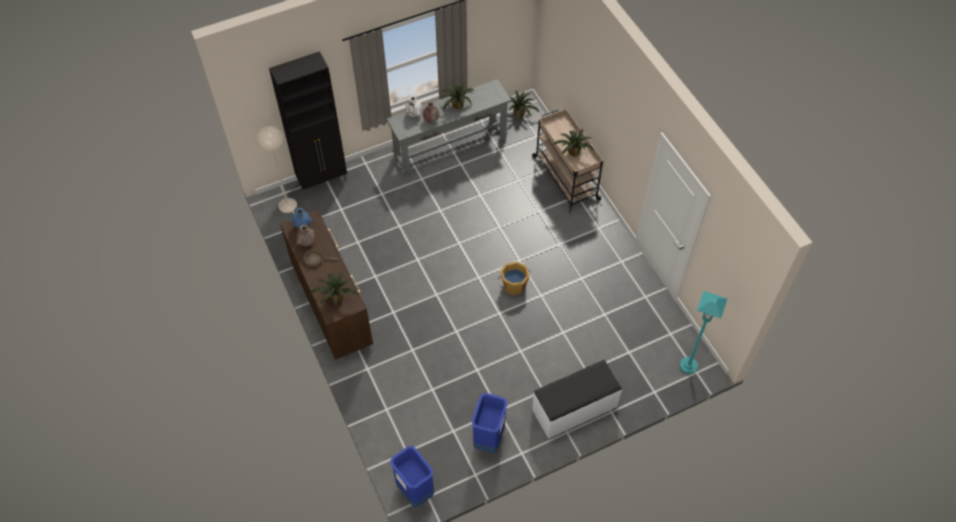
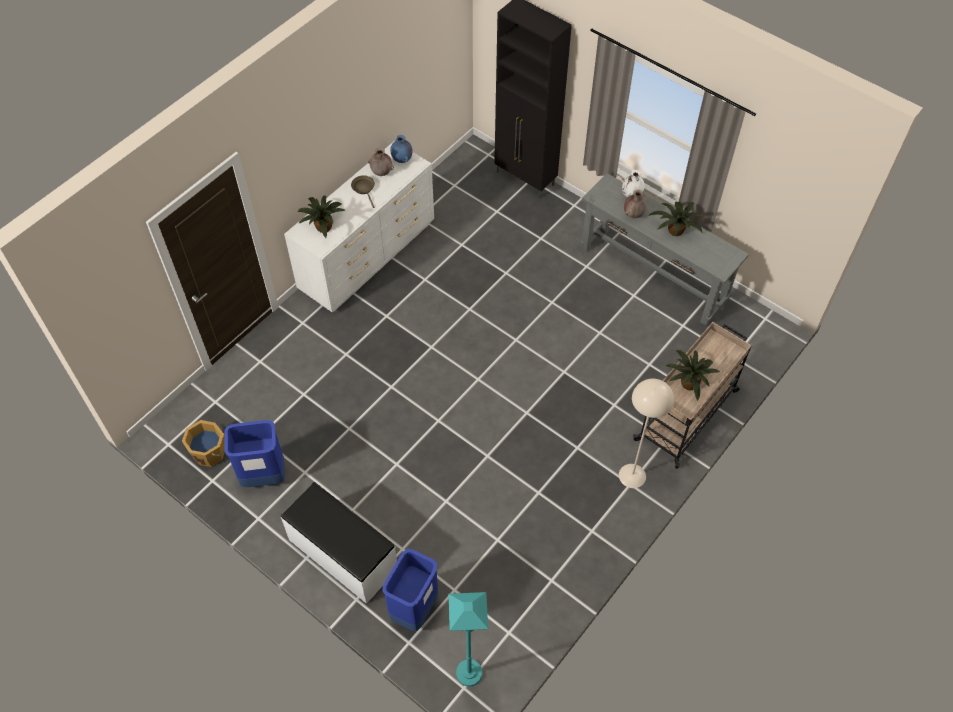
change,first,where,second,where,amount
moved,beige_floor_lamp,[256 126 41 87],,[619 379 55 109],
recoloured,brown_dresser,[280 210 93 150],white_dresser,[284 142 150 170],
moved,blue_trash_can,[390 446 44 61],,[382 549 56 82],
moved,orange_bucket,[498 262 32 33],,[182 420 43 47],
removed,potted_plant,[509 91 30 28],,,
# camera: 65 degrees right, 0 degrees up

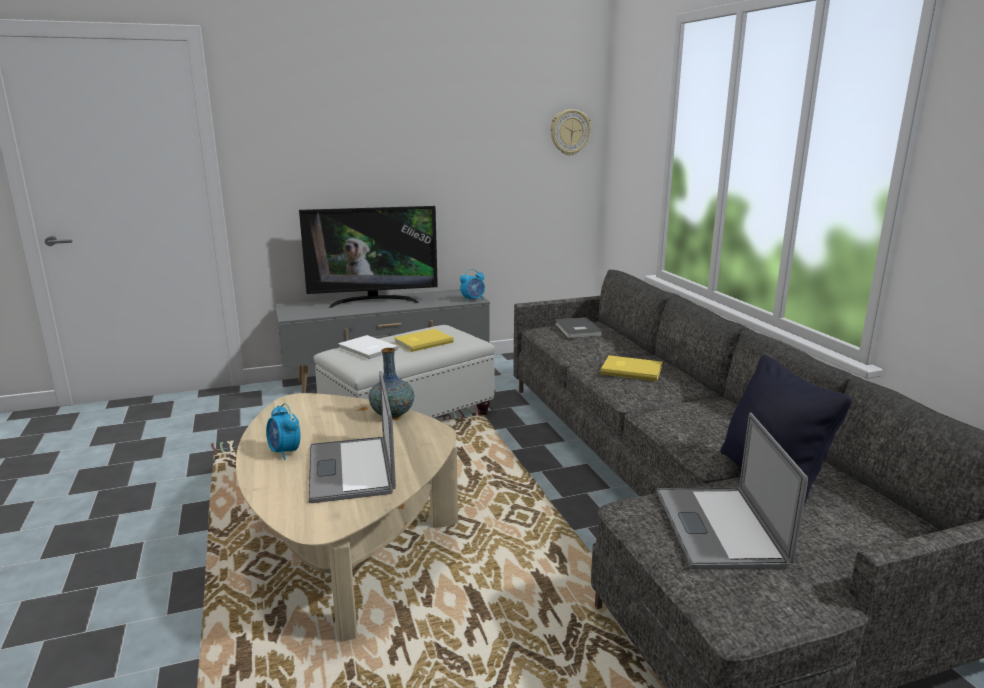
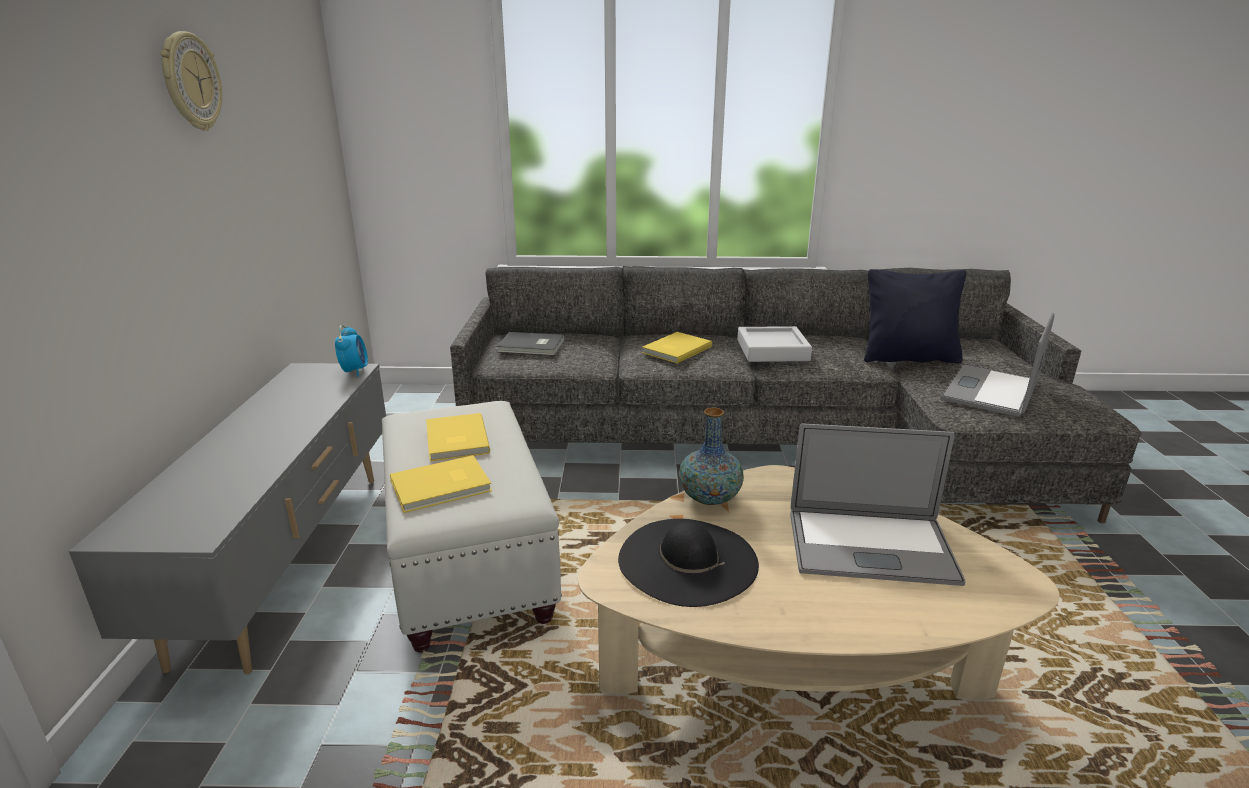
change,first,where,second,where,amount
removed,alarm_clock,[266 403 35 57],,,
removed,television,[299 206 139 102],,,
recoloured,white_book,[338 335 60 25],yellow_book,[390 455 102 58],
moved,wall_clock,[550 109 41 47],,[160 31 62 100],
turned,laptop,[657 412 151 157],,[941 313 113 104],105 degrees clockwise
added,,,black_hat,[618 519 141 88],
added,,,grey_tray,[737 326 75 36],
# camera: 70 degrees left, 5 degrees up

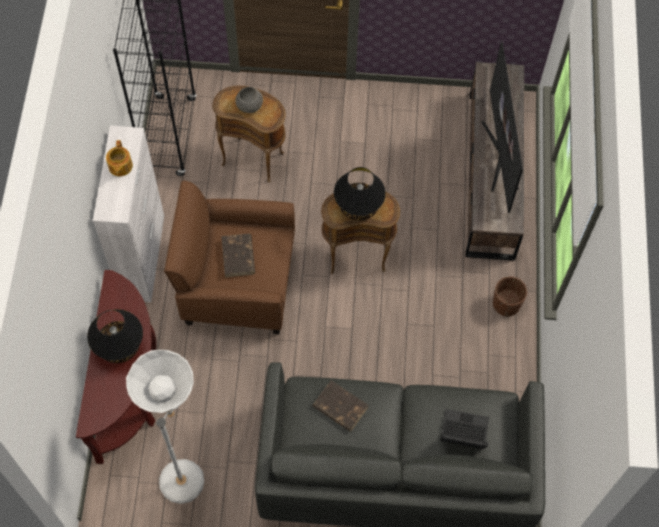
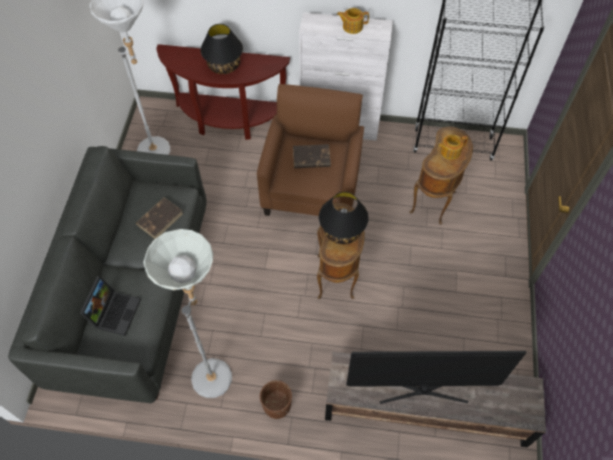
change,first,where,second,where,amount
replaced,grey_bowl,[235 87 28 26],teapot,[438 135 30 25],
added,,,grey_floor_lamp,[143 229 89 169],
# camera: 95 degrees right, 5 degrees down

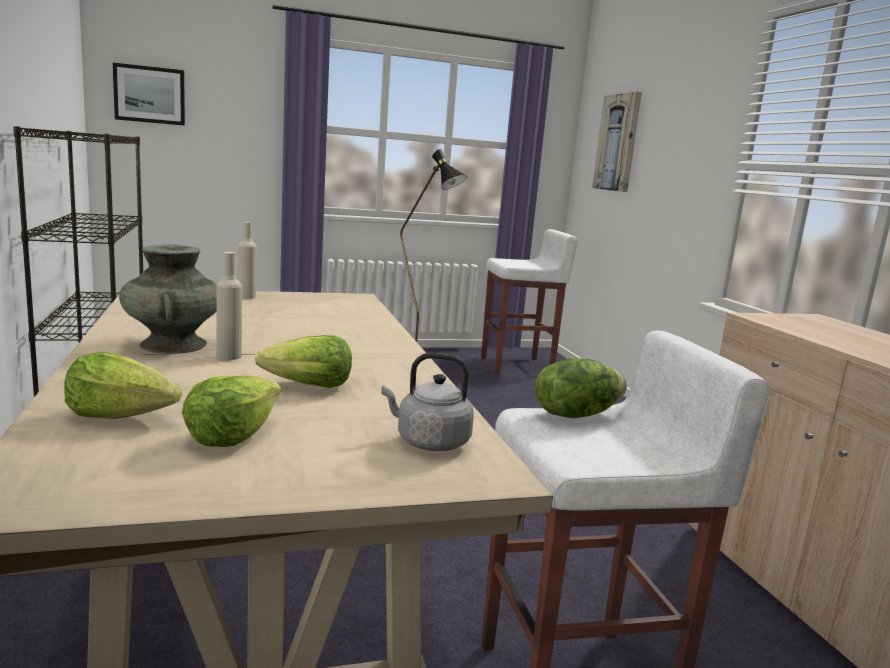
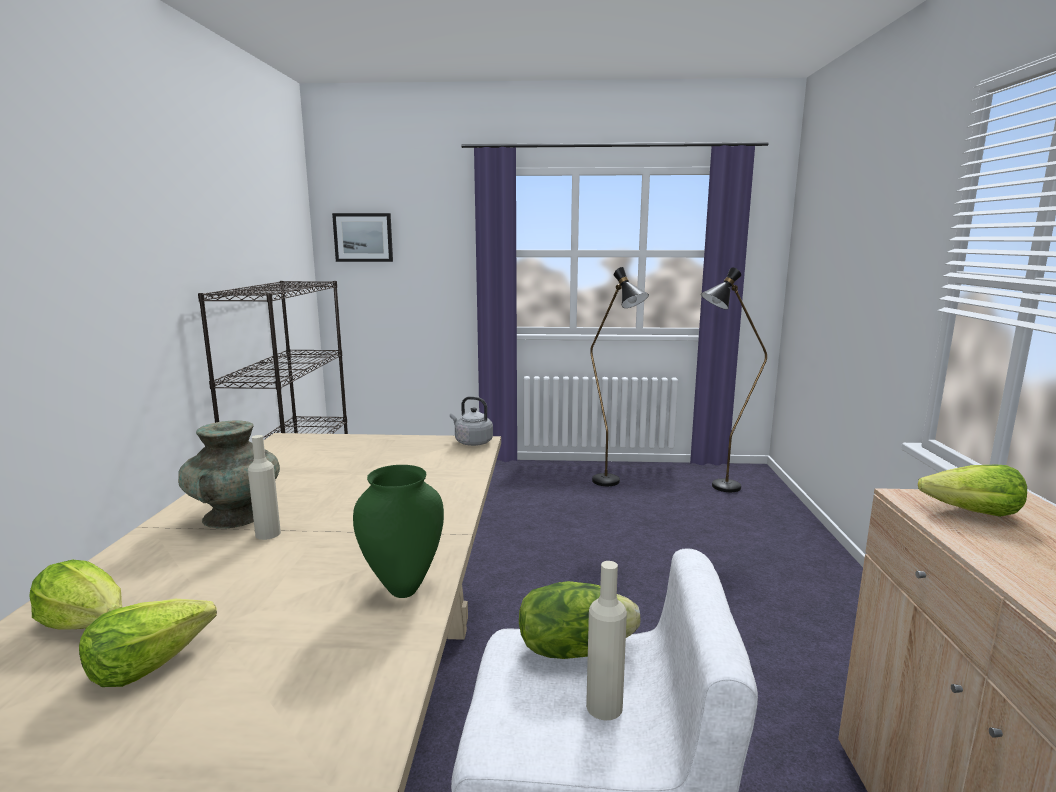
change,first,where,second,where,amount
moved,beige_bottle,[238 222 18 77],,[586 561 41 159],
moved,lettuce,[255 335 97 53],,[918 465 109 52],
moved,grey_kettle,[381 353 93 98],,[450 397 43 49],
replaced,white_stool,[481 229 97 145],black_floor_lamp,[701 267 66 225],
removed,picture,[592 91 50 101],,,
added,,,green_vase,[353 465 91 133],
# camera: 20 degrees right, 0 degrees up

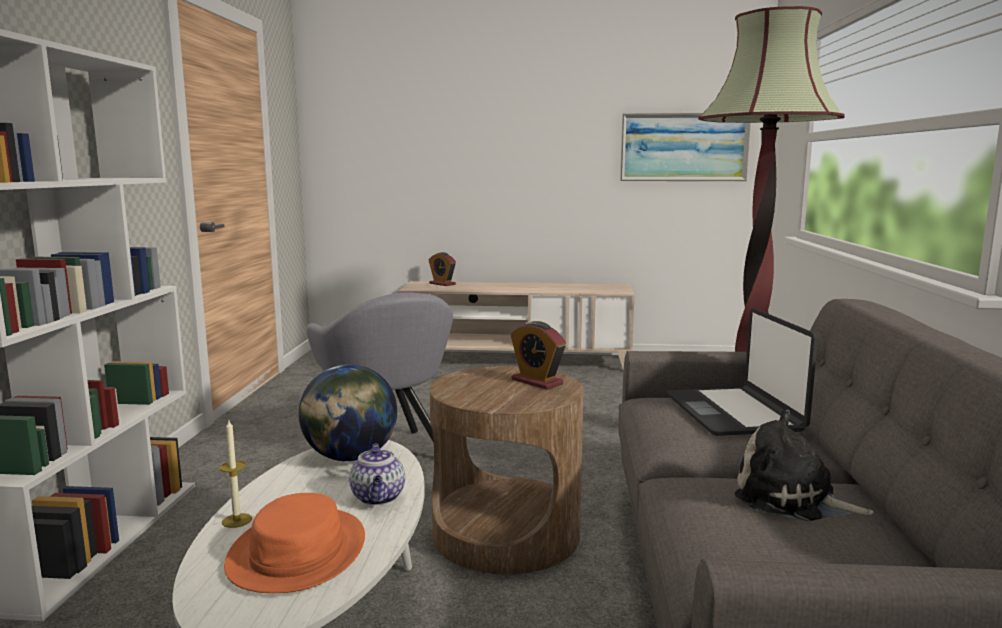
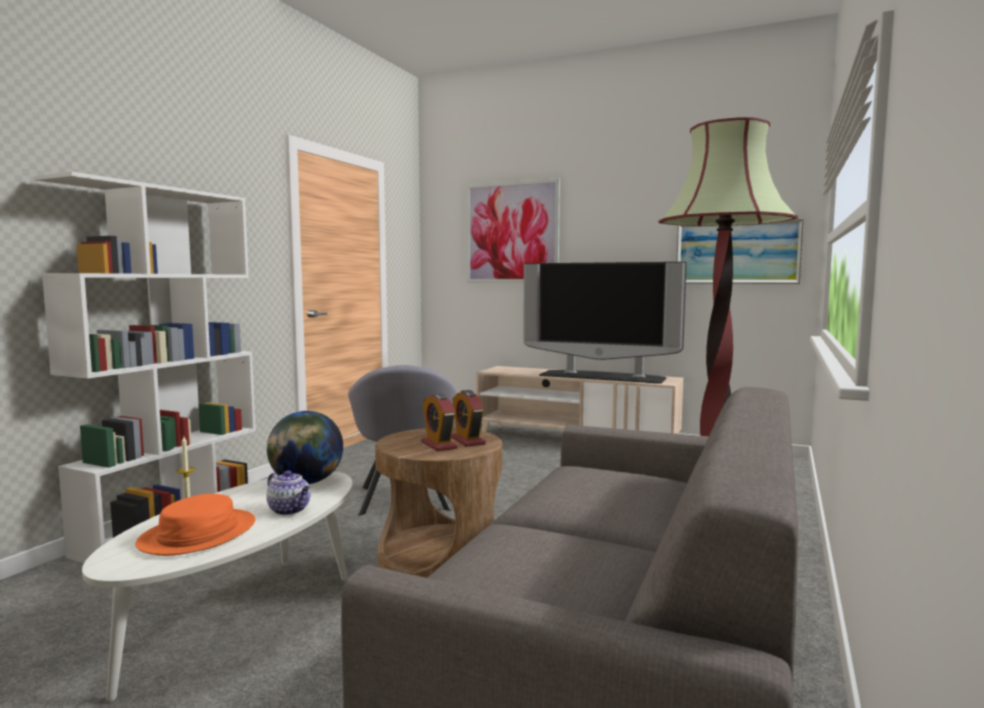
change,first,where,second,where,amount
turned,teapot,[349 443 56 62],,[266 470 45 45],60 degrees counterclockwise
moved,alarm_clock,[429 252 27 34],,[421 393 37 58],
removed,laptop,[667 308 151 128],,,
removed,plush_toy,[734 410 140 111],,,
added,,,picture,[466 178 94 105],
added,,,television,[523 262 164 122],
# camera: 20 degrees right, 5 degrees down

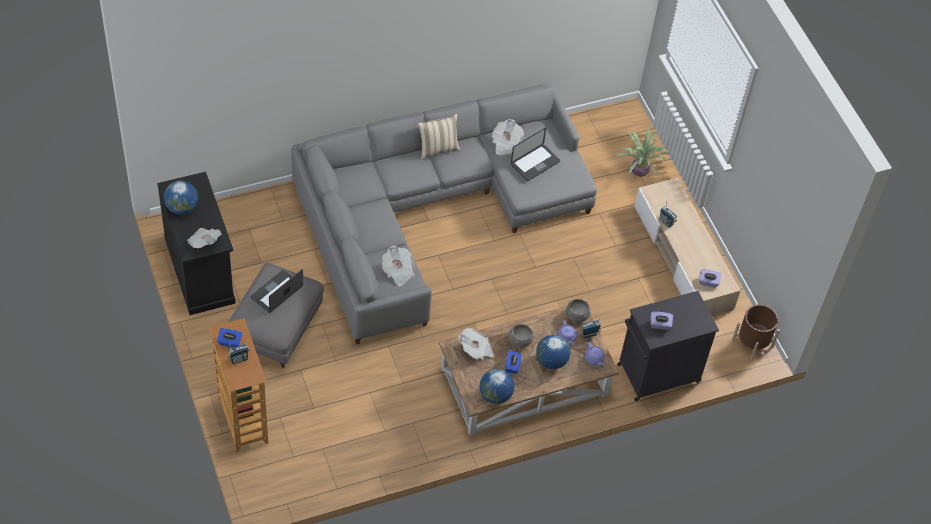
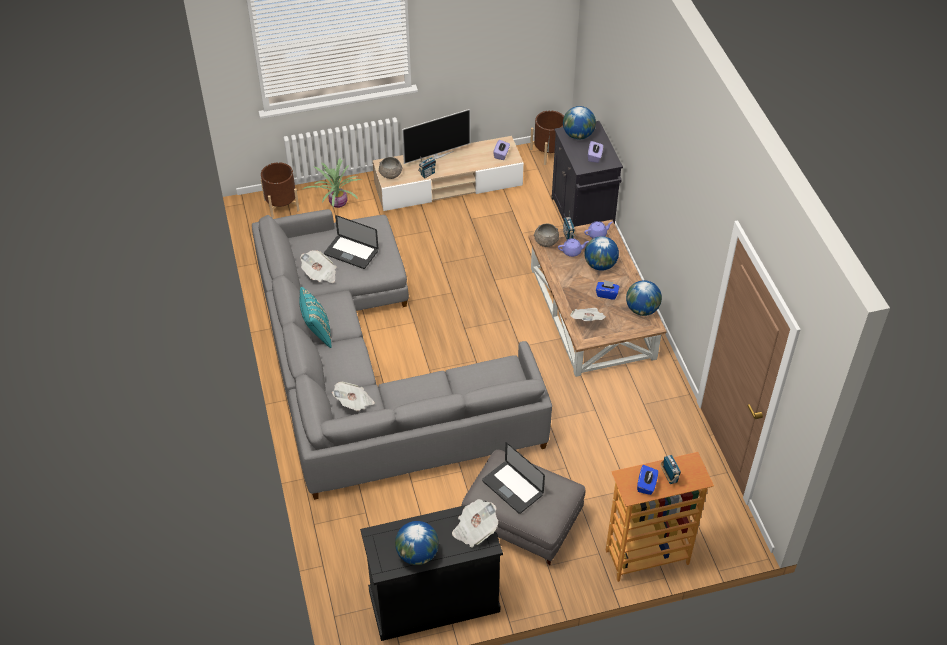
change,first,where,second,where,amount
moved,newspaper,[382 246 33 40],,[332 382 43 29],
recoloured,beige_pillow,[418 113 42 47],turquoise_pillow,[299 287 32 61],
moved,grey_bowl,[508 324 25 24],,[378 157 25 22],
turned,laptop,[511 128 49 53],,[324 215 54 54],150 degrees clockwise
added,,,brown_planter,[261 162 39 56],
added,,,television,[402 109 68 55],
added,,,globe,[563 106 33 34],
# camera: 80 degrees left, 5 degrees down

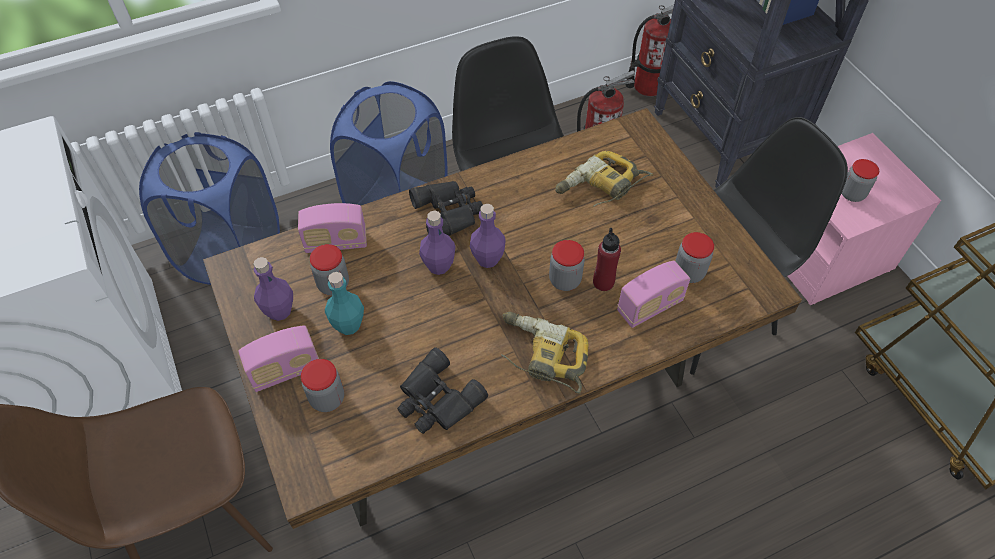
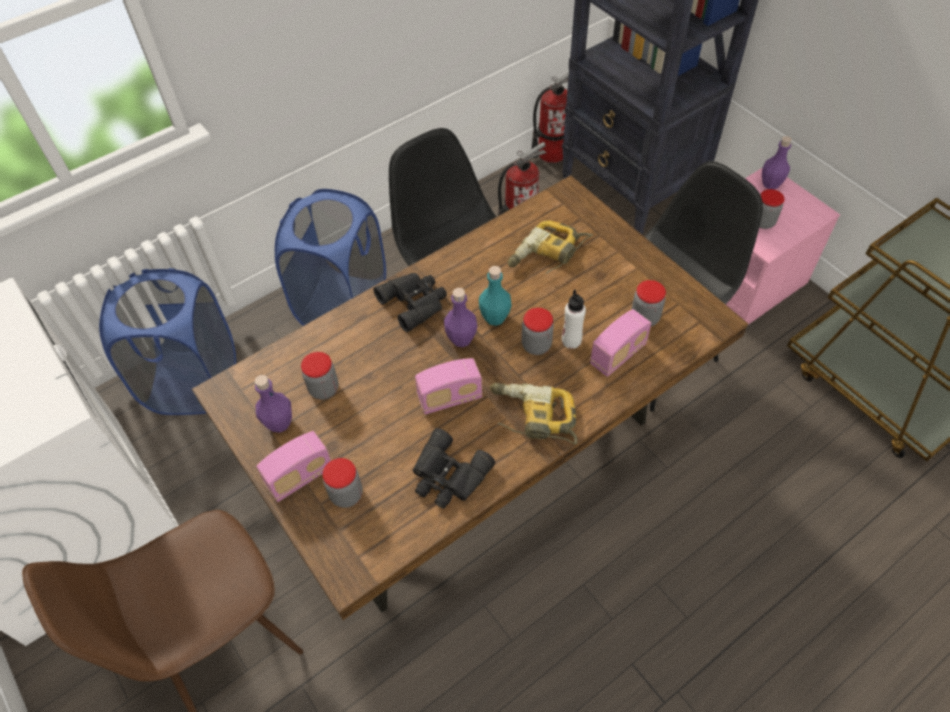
change,first,where,second,where,amount
moved,radio,[298 203 69 50],,[415 358 68 57],
moved,turquoise_bottle,[325 272 39 63],,[479 266 33 60],
moved,purple_bottle,[419 211 36 64],,[762 136 30 53],
recoloured,red_bottle,[593 228 28 63],white_bottle,[562 290 24 59],
# camera: 10 degrees left, 0 degrees up

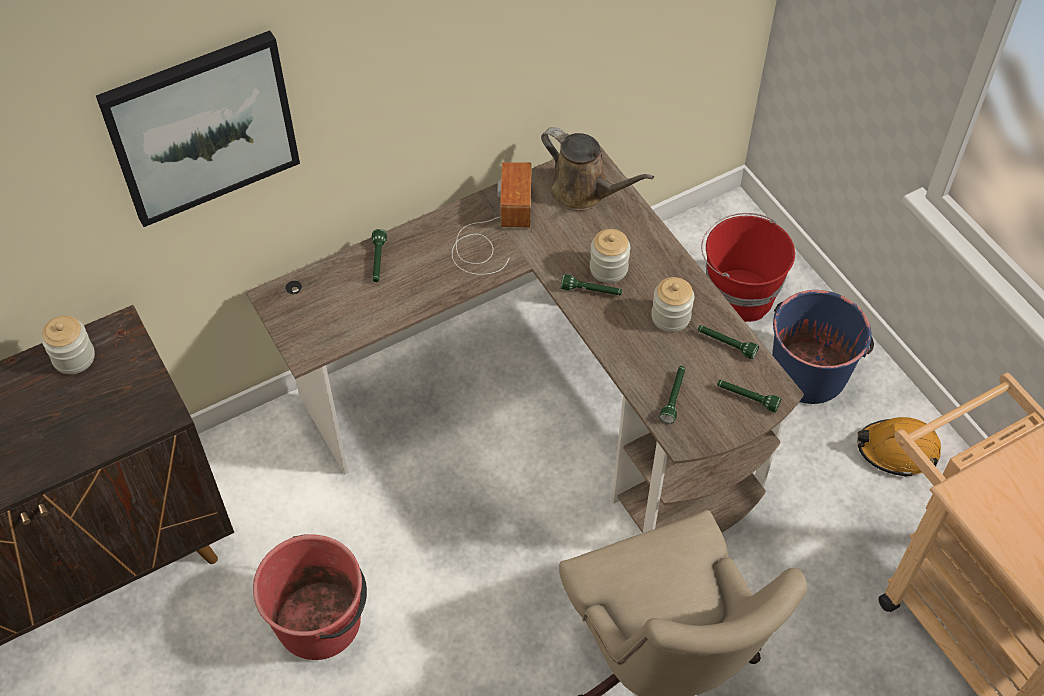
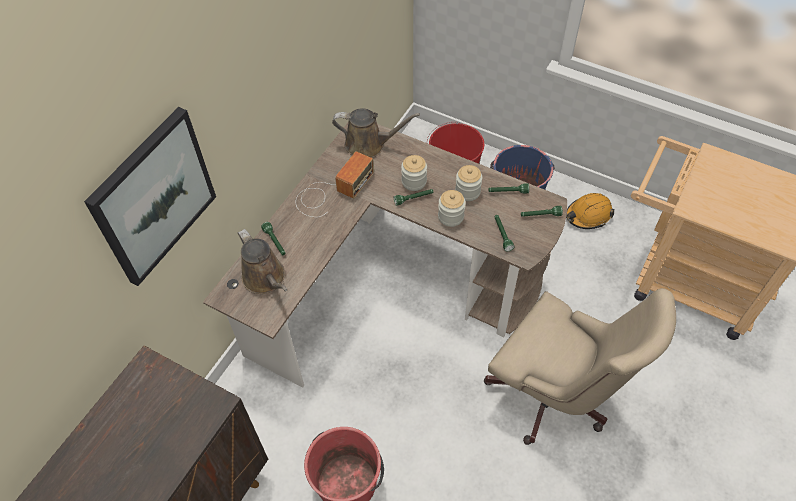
change,first,where,second,where,amount
moved,jar,[41 315 54 59],,[438 190 28 37],
turned,radio,[452 162 80 113],,[295 151 79 66],60 degrees clockwise
added,,,brown_watering_can,[238 229 50 65],
# camera: 30 degrees left, 0 degrees up

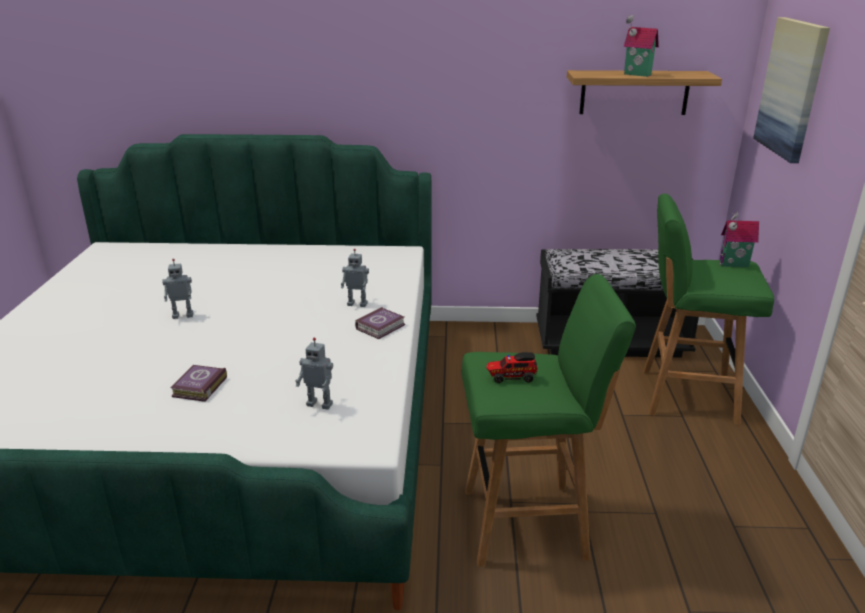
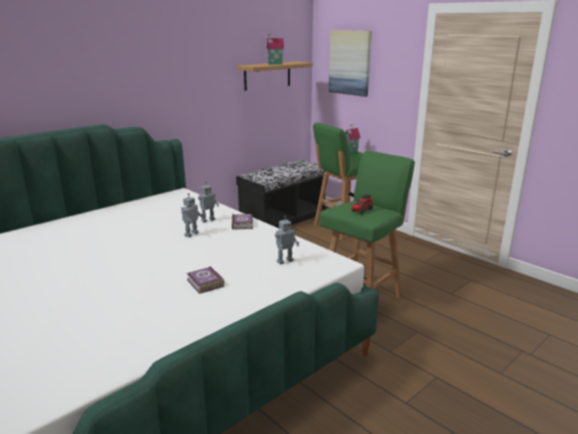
change,first,where,second,where,amount
moved,toy_robot,[162 259 31 60],,[181 193 23 44],
# camera: 45 degrees left, 5 degrees down

